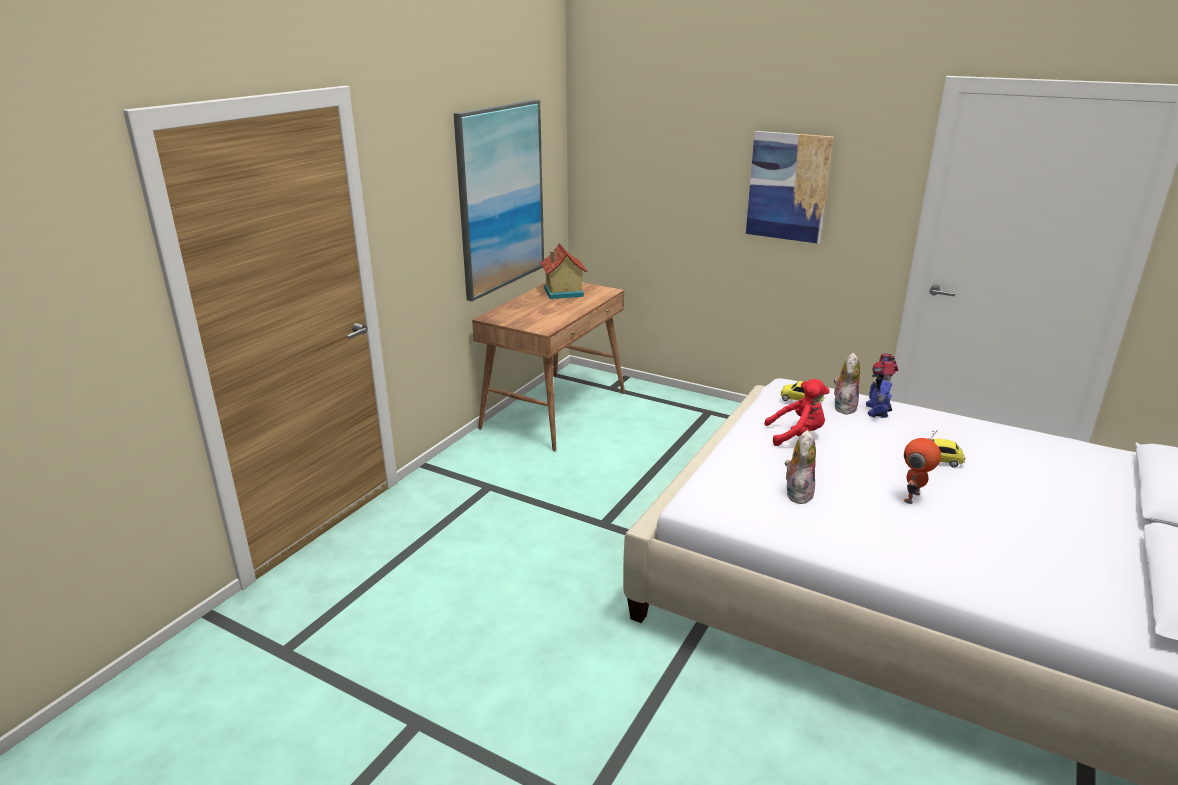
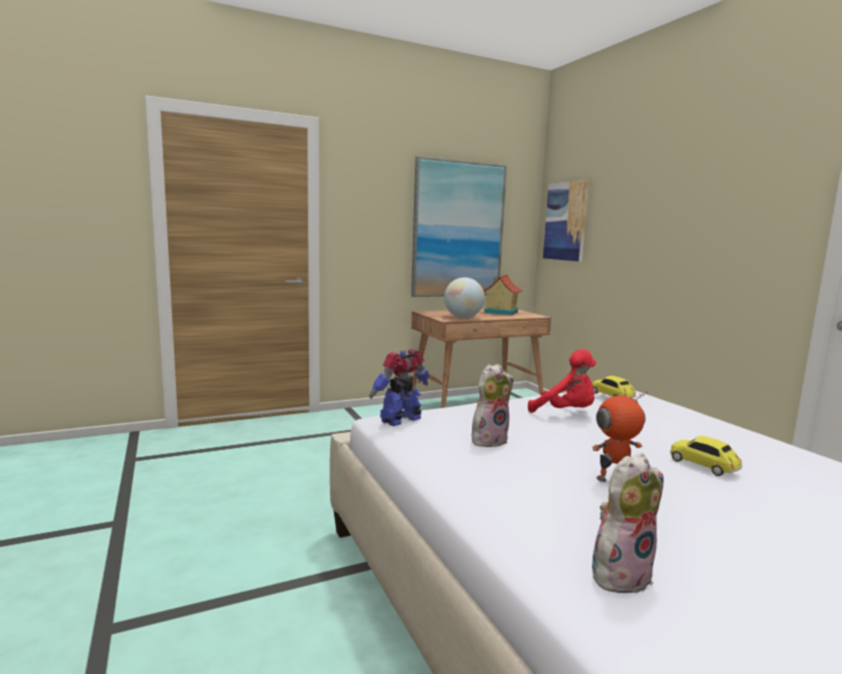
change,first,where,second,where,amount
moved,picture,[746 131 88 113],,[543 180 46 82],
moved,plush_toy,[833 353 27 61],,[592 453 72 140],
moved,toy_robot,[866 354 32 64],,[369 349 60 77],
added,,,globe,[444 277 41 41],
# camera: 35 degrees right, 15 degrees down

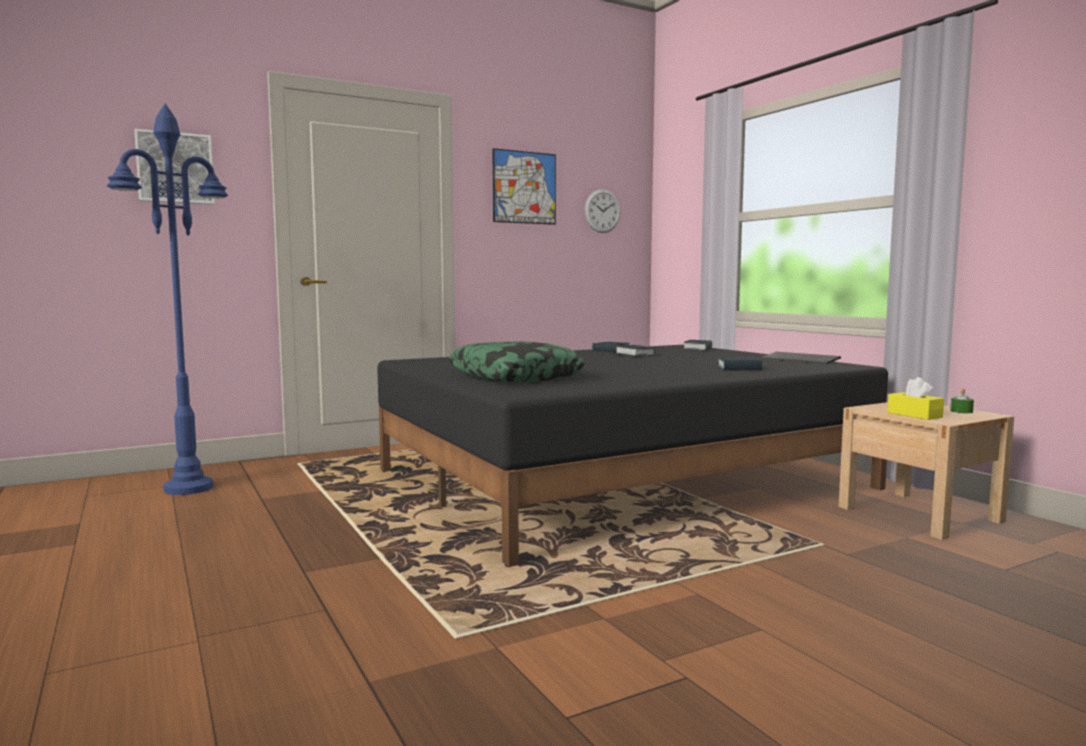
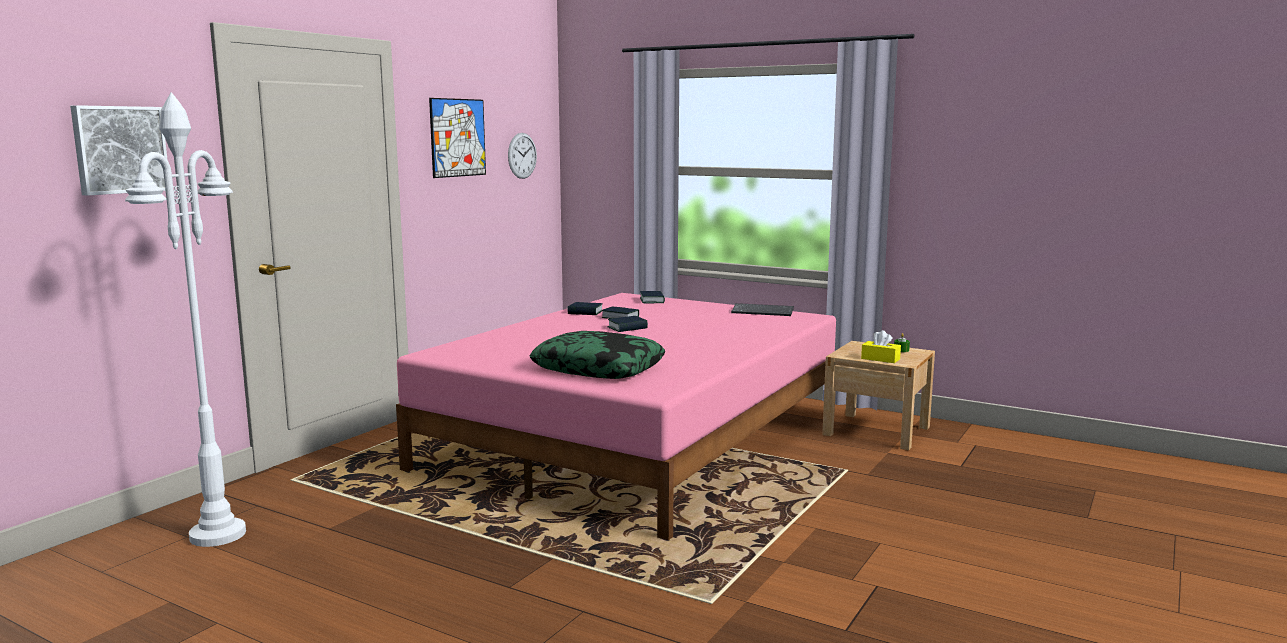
change,first,where,second,where,amount
recoloured,blue_floor_lamp,[107 104 121 391],white_floor_lamp,[125 92 121 455],
recoloured,black_bed,[377 345 511 222],pink_bed,[396 293 440 247],
moved,book,[717 357 46 14],,[607 316 41 16],
# camera: 30 degrees left, 5 degrees up

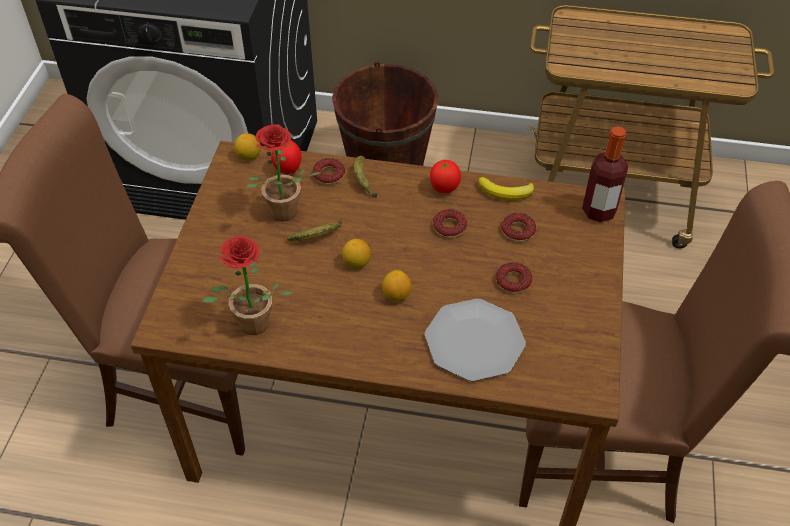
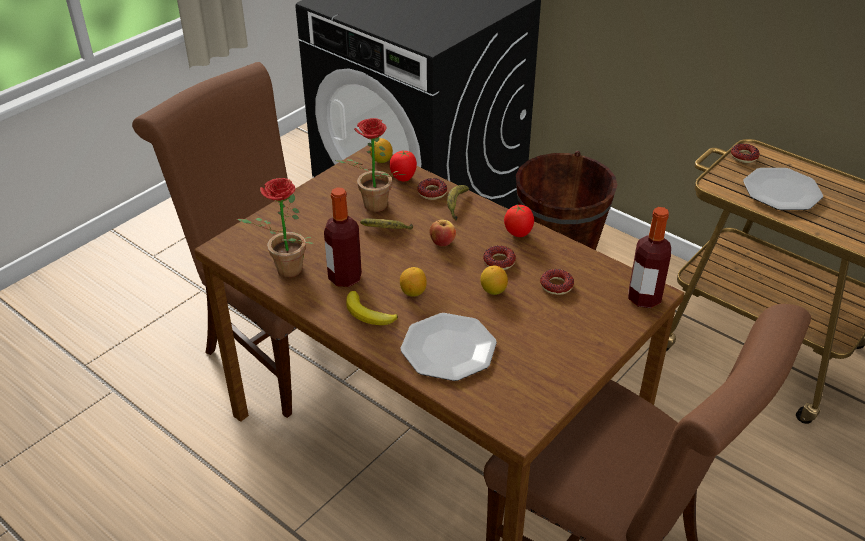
change,first,where,second,where,amount
moved,lemon,[342 239 29 29],,[481 265 27 30],
moved,banana,[478 177 56 23],,[346 291 52 34],
moved,donut,[496 262 36 31],,[731 144 29 19],
added,,,bottle,[324 187 38 100],
added,,,apple,[429 220 27 26],
added,,,plate,[743 168 80 42],
# camera: 30 degrees right, 10 degrees down

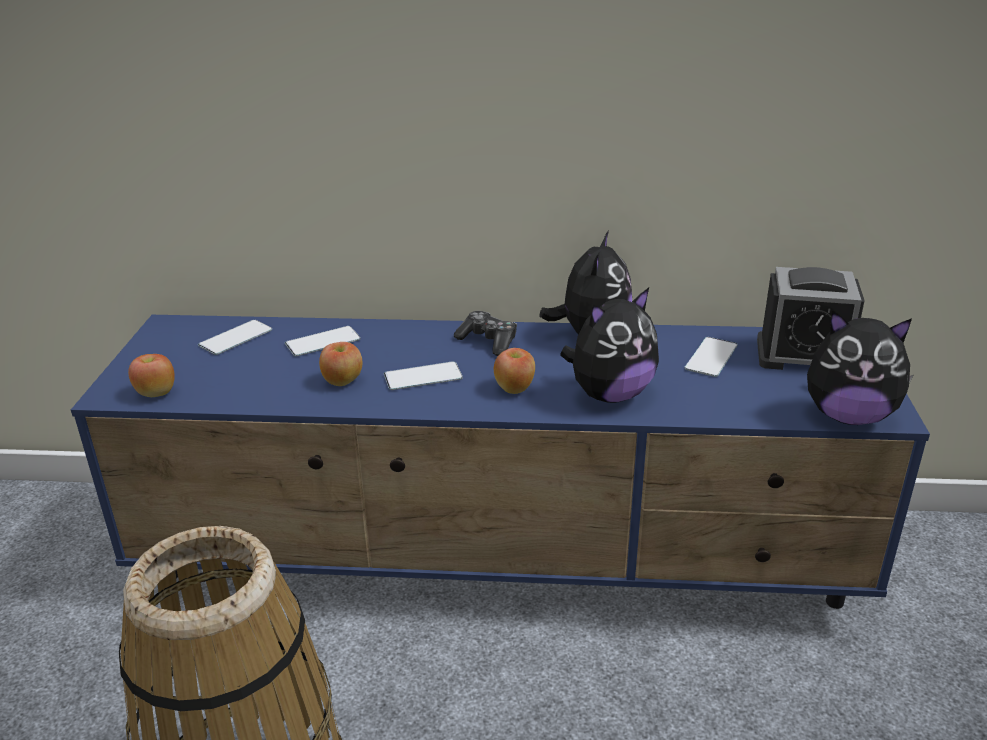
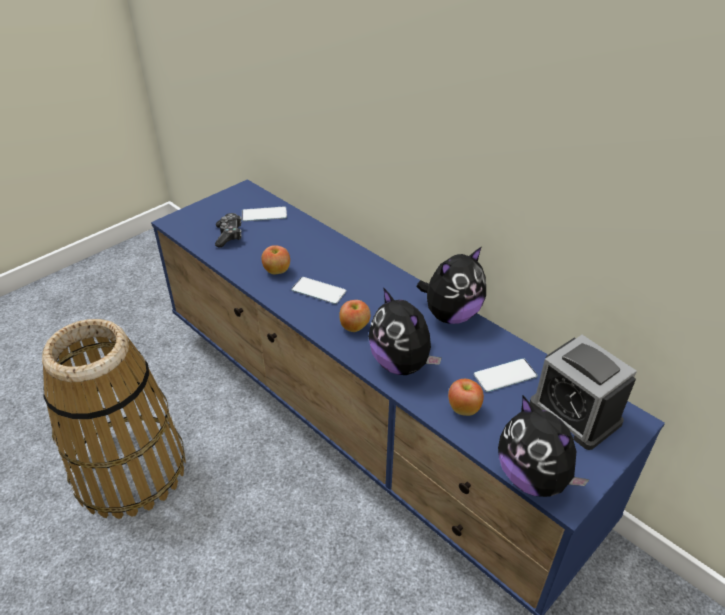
change,first,where,second,where,amount
moved,apple,[128 354 47 43],,[448 379 36 37],
removed,phone,[285 326 76 30],,,
moved,game_controller,[454 311 63 45],,[215 213 27 35],
turned,plush_toy,[560 288 99 115],,[368 287 74 88],45 degrees clockwise
# camera: 40 degrees right, 10 degrees up

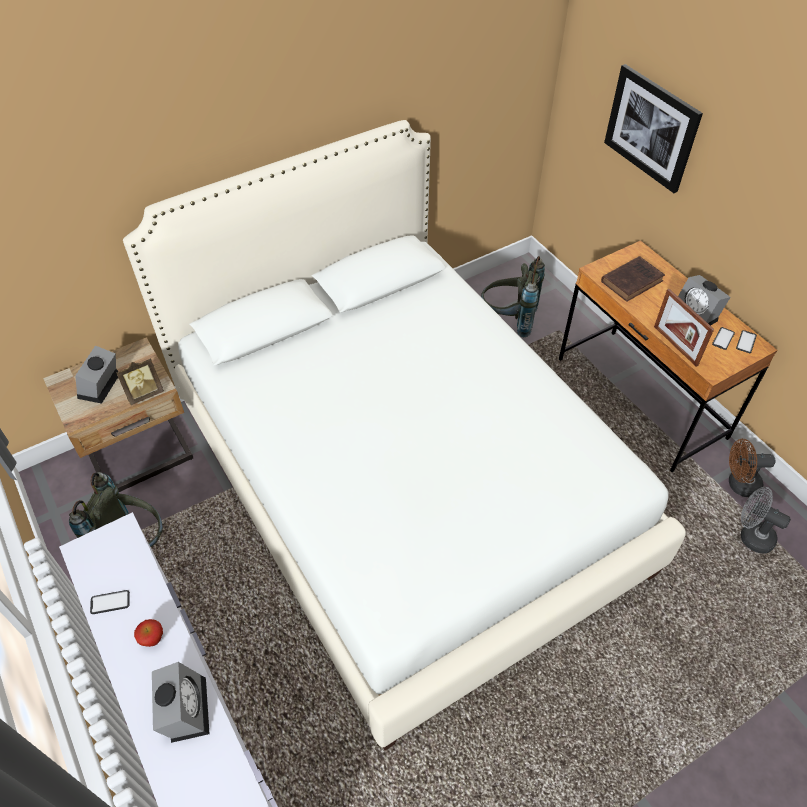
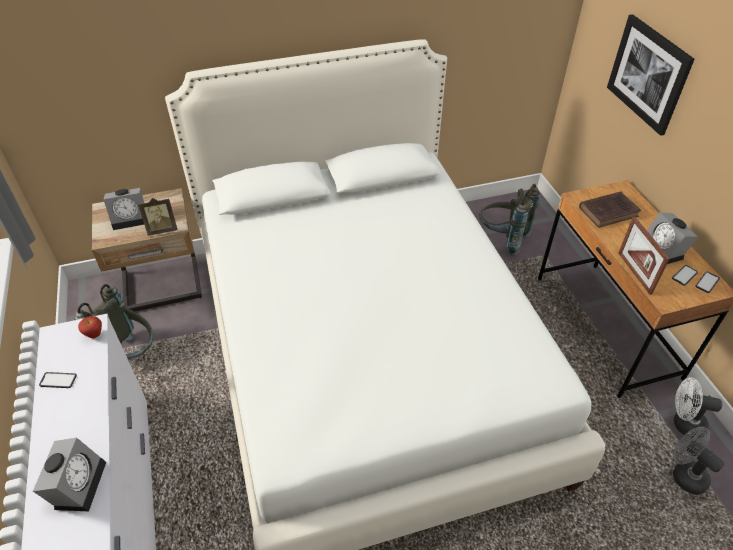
change,first,where,second,where,amount
turned,alarm_clock,[75 346 44 58],,[103 188 41 42],135 degrees counterclockwise
moved,apple,[134 619 29 28],,[78 316 24 22],
recoloured,brown_fan,[729 439 47 58],white_fan,[674 378 48 60],
# camera: 15 degrees right, 5 degrees down

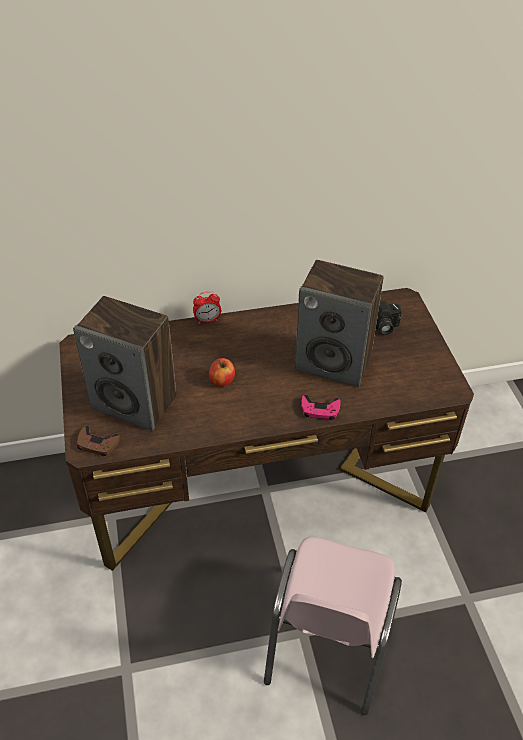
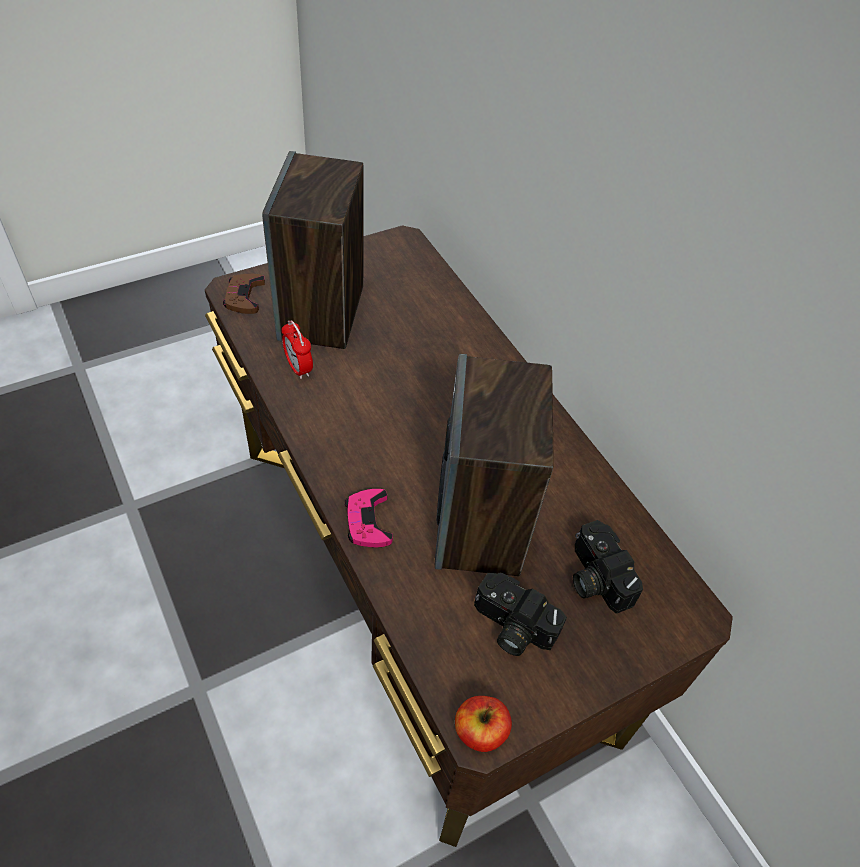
change,first,where,second,where,amount
moved,alarm_clock,[193 291 28 33],,[282 320 31 59],
moved,apple,[209 358 26 29],,[455 696 57 56],
removed,pink_chair,[264 537 138 178],,,
added,,,photo_camera,[474 573 93 83],
# camera: 70 degrees right, 5 degrees up

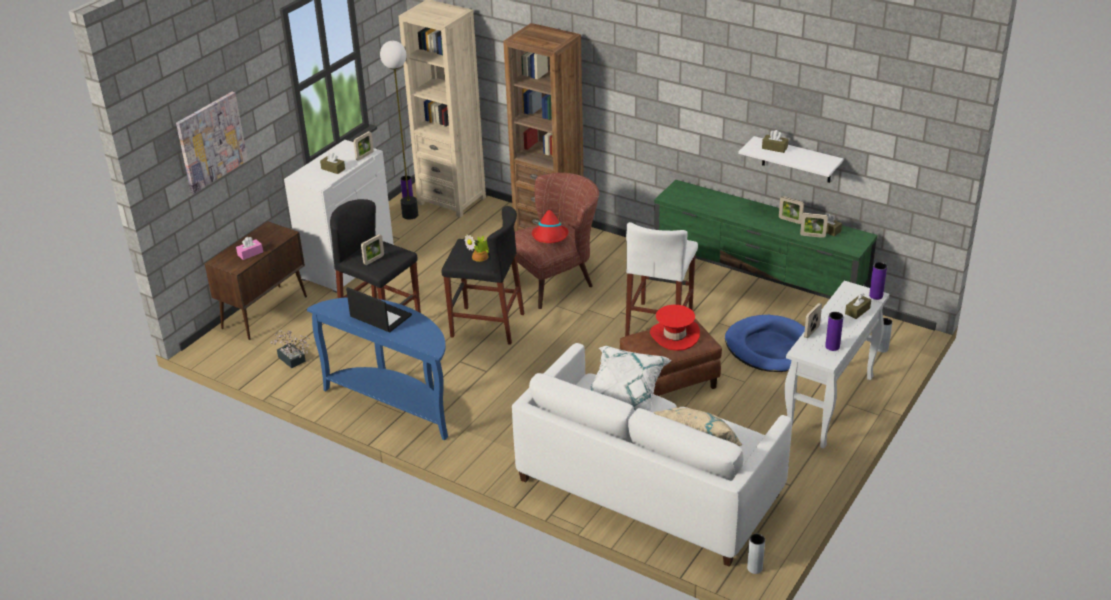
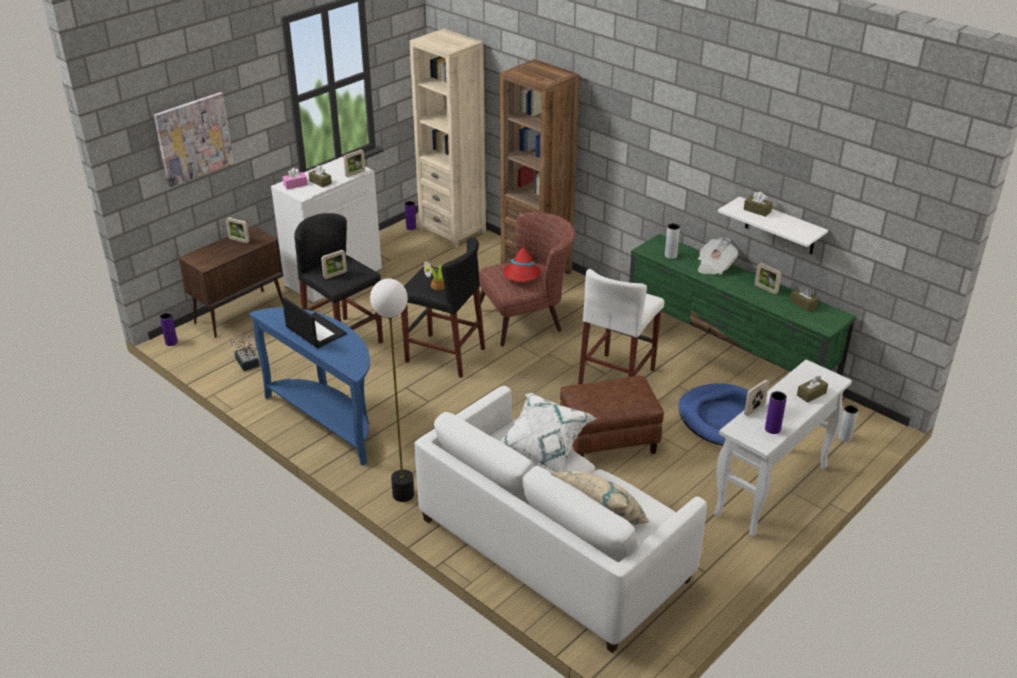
change,first,where,second,where,amount
moved,pink_tissue_box,[236 237 27 23],,[282 168 26 21],
moved,floor_lamp,[380 41 38 178],,[370 278 44 224],
removed,red_hat,[650 305 50 46],,,
moved,grey_vase,[747 534 18 40],,[665 223 15 36],
moved,picture_frame,[800 213 28 25],,[226 217 24 26],
moved,purple_vase,[869 262 18 38],,[160 313 18 33],
added,,,newspaper,[698 238 40 37],
# camera: 10 degrees right, 0 degrees up

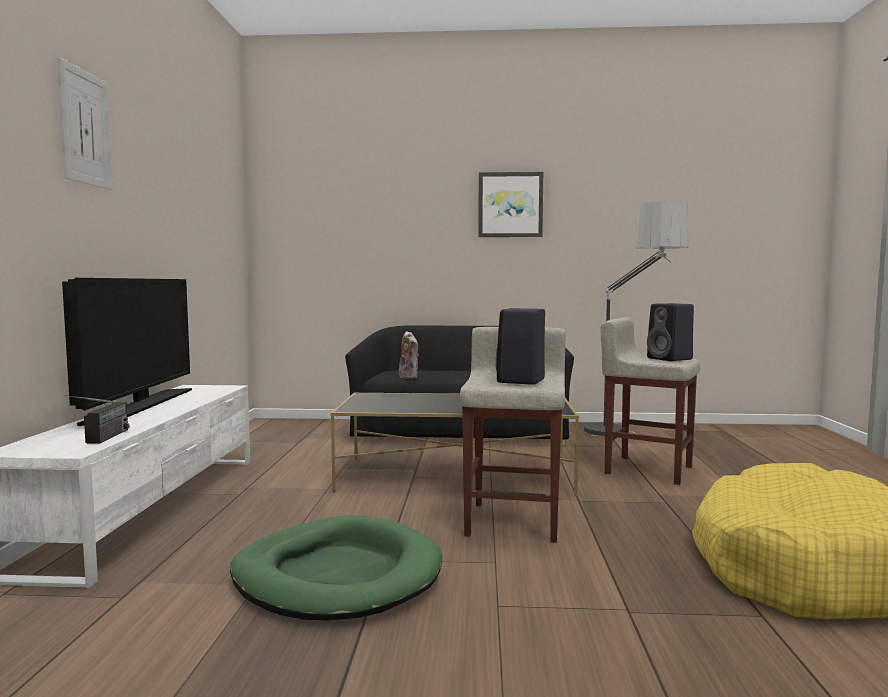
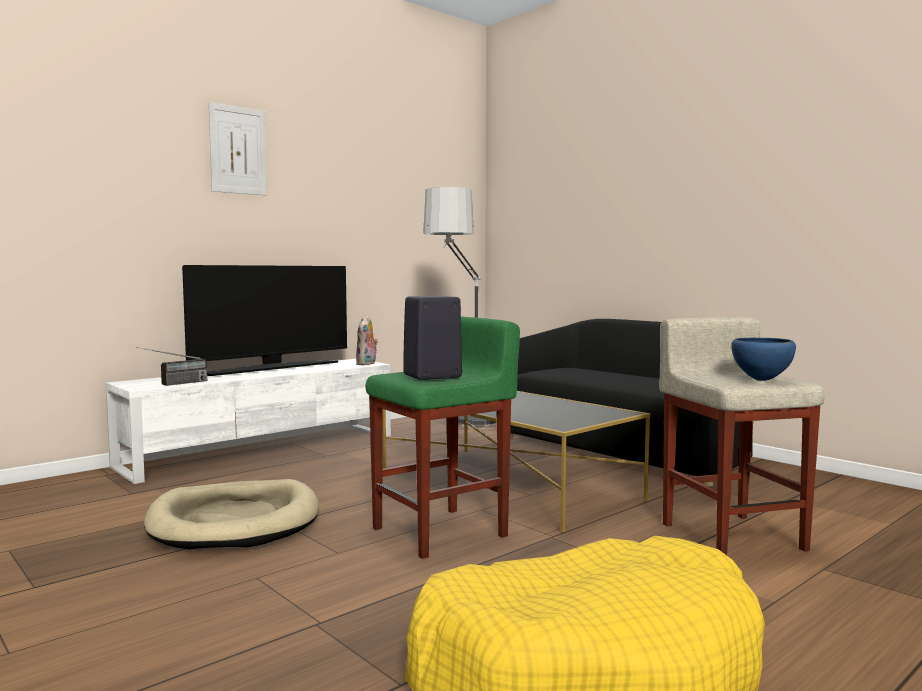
change,first,where,second,where,amount
recoloured,green_dog_bed,[230 515 212 106],beige_dog_bed,[144 479 175 71],
moved,plush_toy,[399 331 20 48],,[356 315 22 50],
recoloured,beige_stool,[460 327 105 216],green_stool,[365 316 155 243],
removed,picture,[478 172 65 65],,,
moved,floor_lamp,[584 201 104 236],,[423 187 73 242],
replaced,black_speaker,[647 303 47 58],blue_bowl,[731 338 65 43],
# camera: 45 degrees right, 0 degrees up

